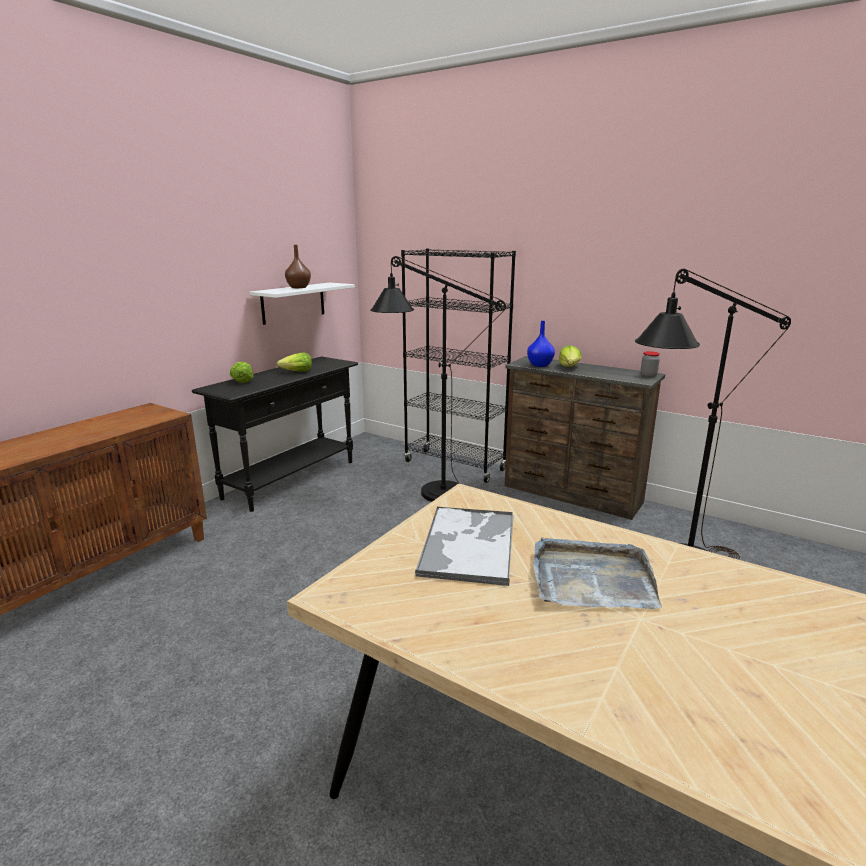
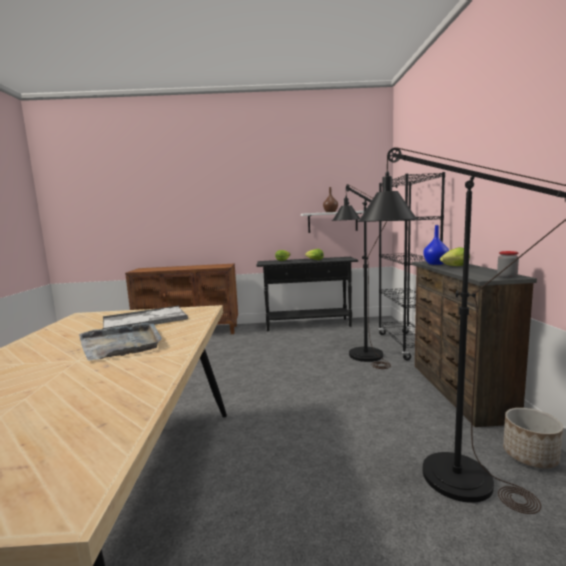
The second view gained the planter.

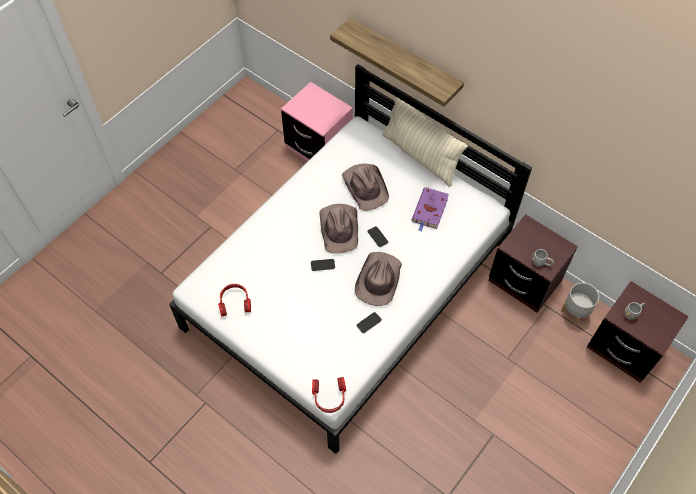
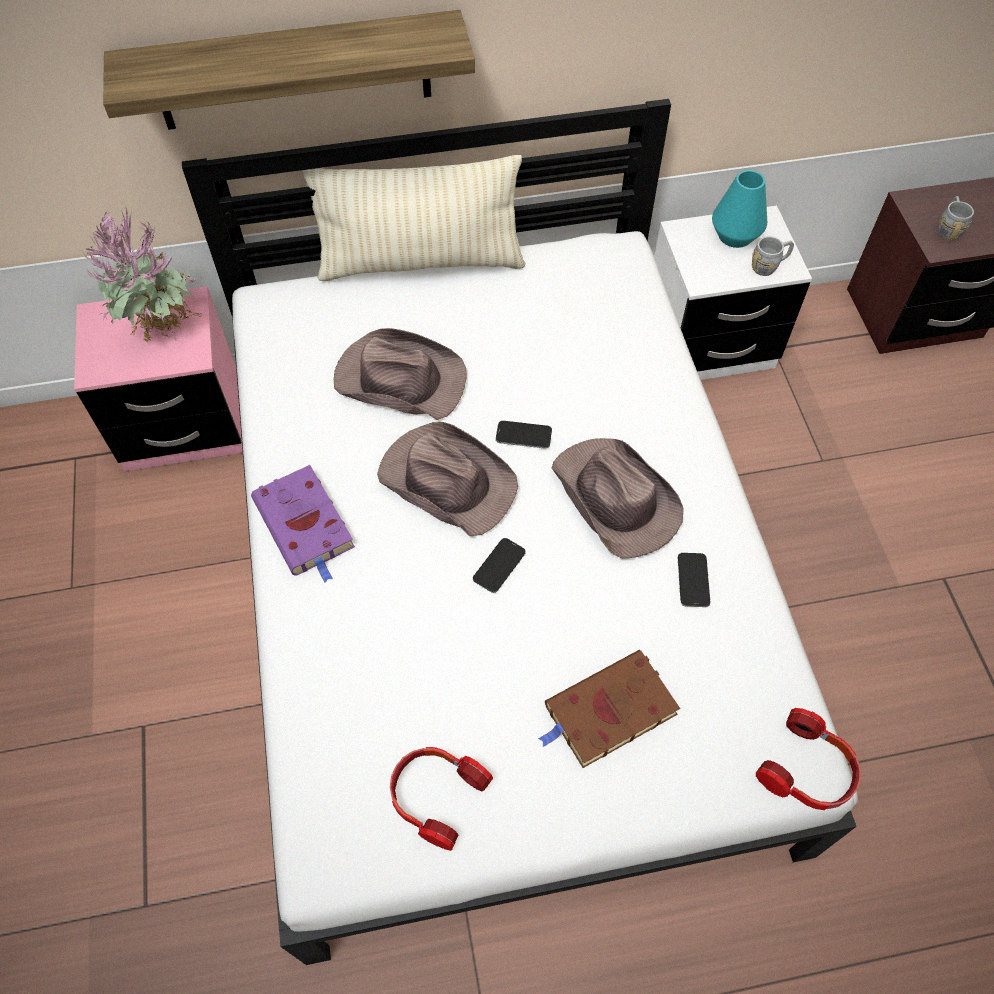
The second view gained the potted plant.
The purple book ended up elsewhere.
The second view gained the brown book.
What was the brown nightstand (1st from left) turned into the white nightstand.
The second view gained the turquoise vase.
The second view lost the grey planter.

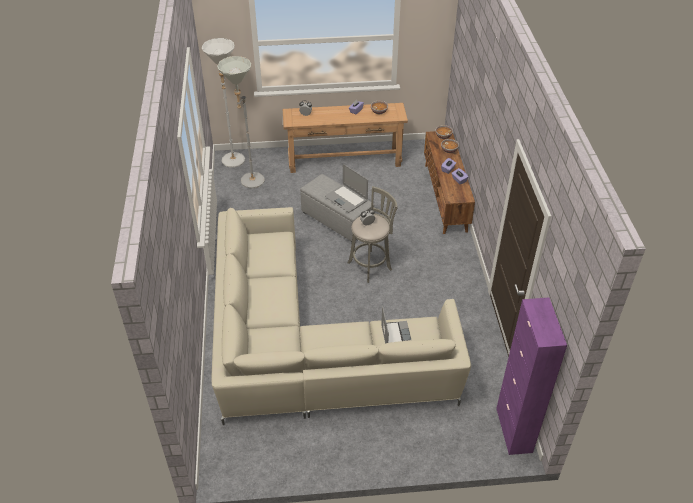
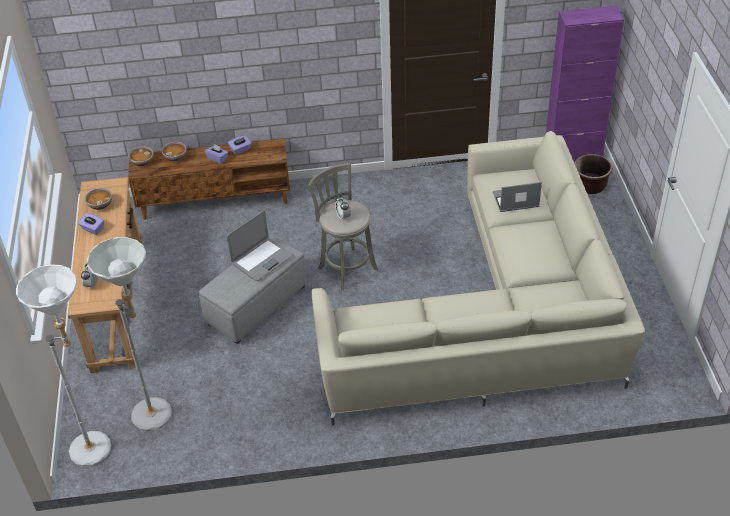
The second view gained the brown planter.

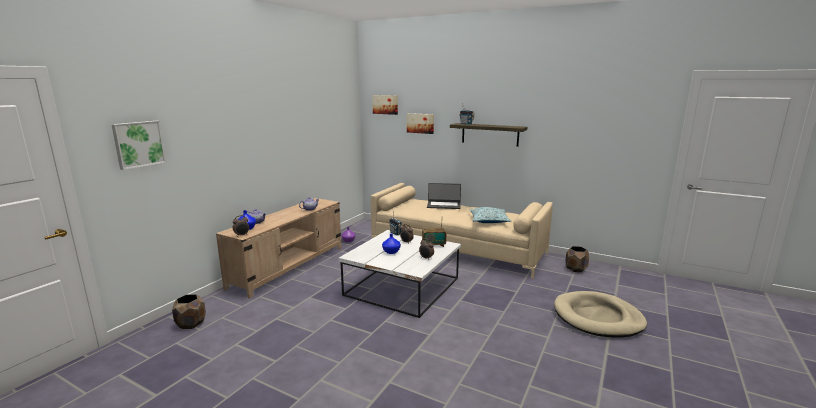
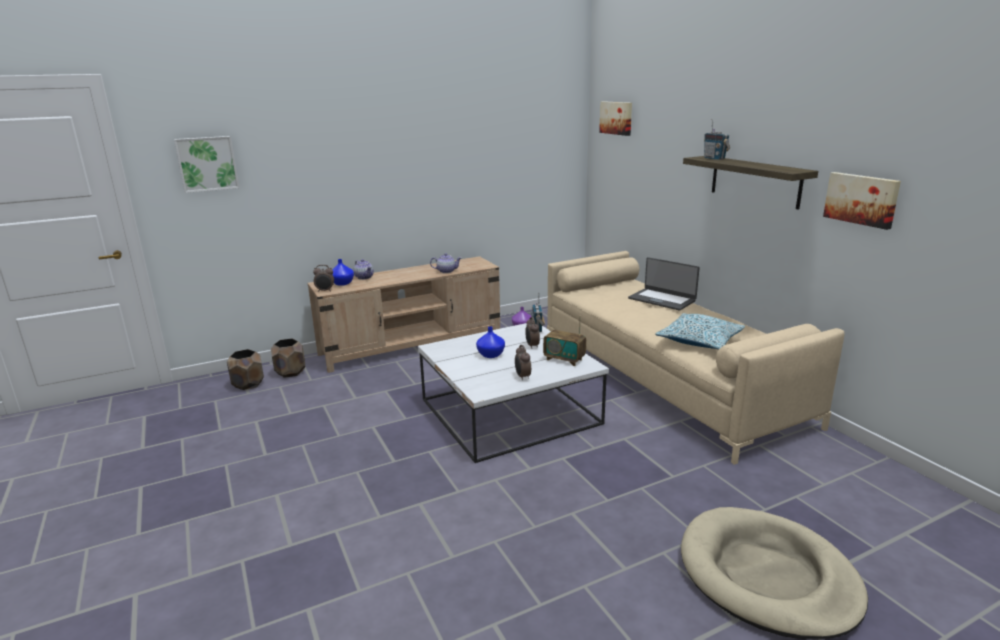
The brown planter (2nd from left) ended up elsewhere.
The picture (3rd from left) ended up elsewhere.

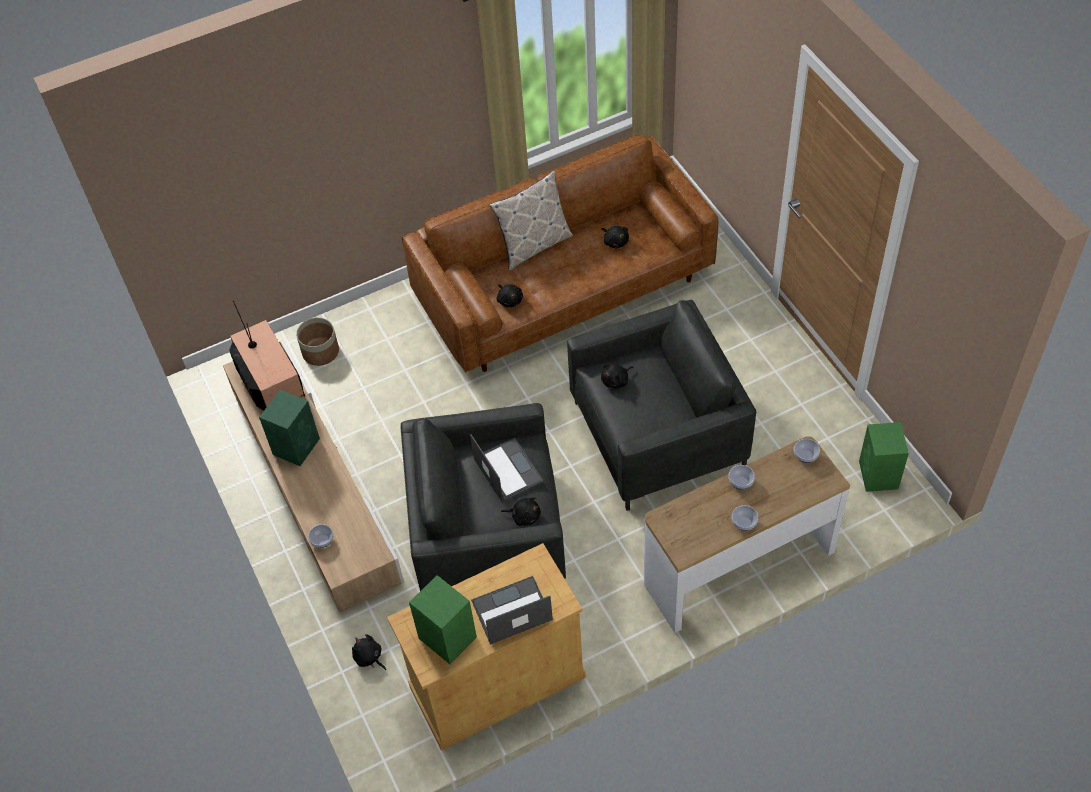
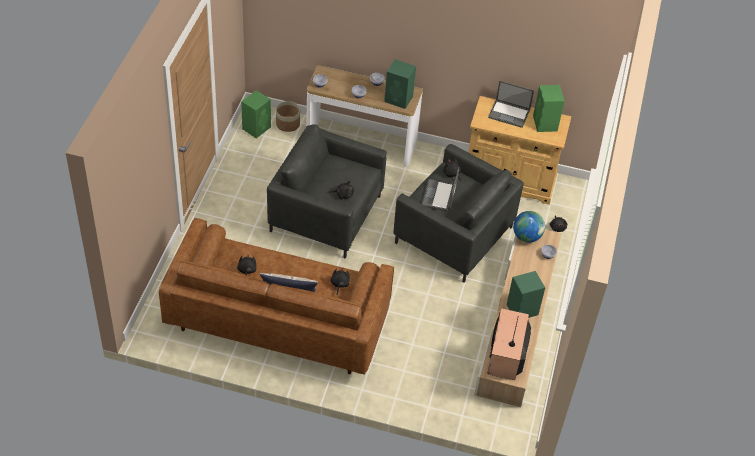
The planter ended up elsewhere.
The second view gained the green speaker (2nd from left).
The second view gained the globe.

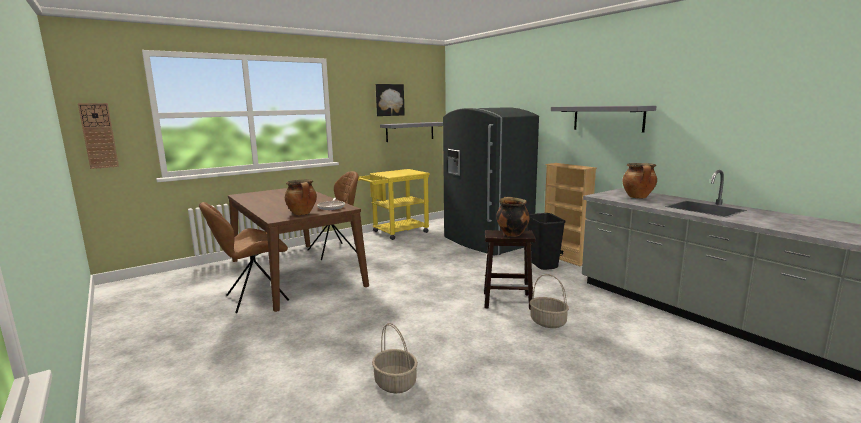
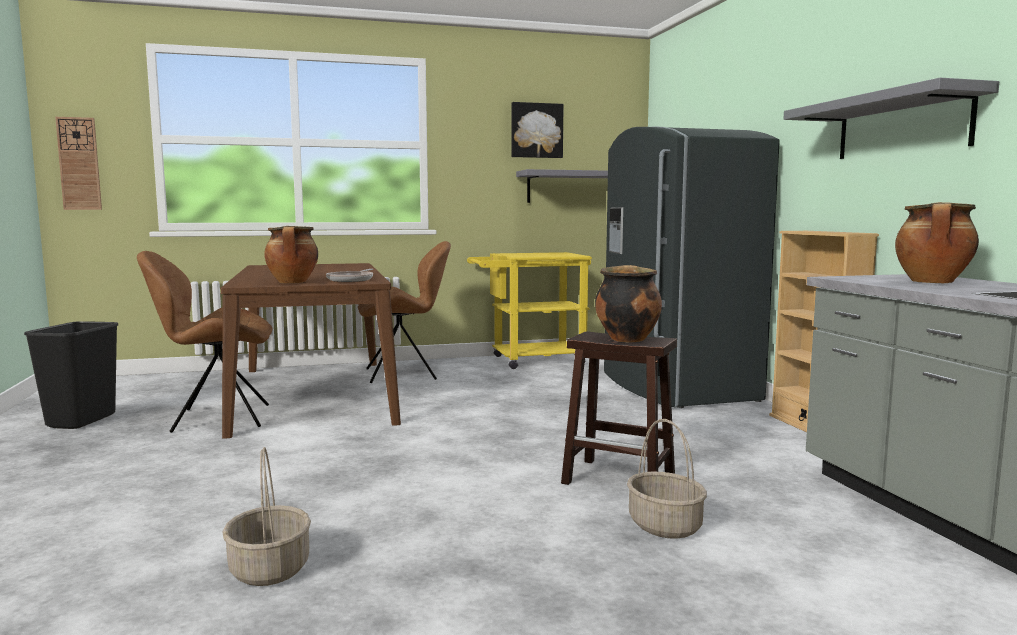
The black trash can ended up elsewhere.

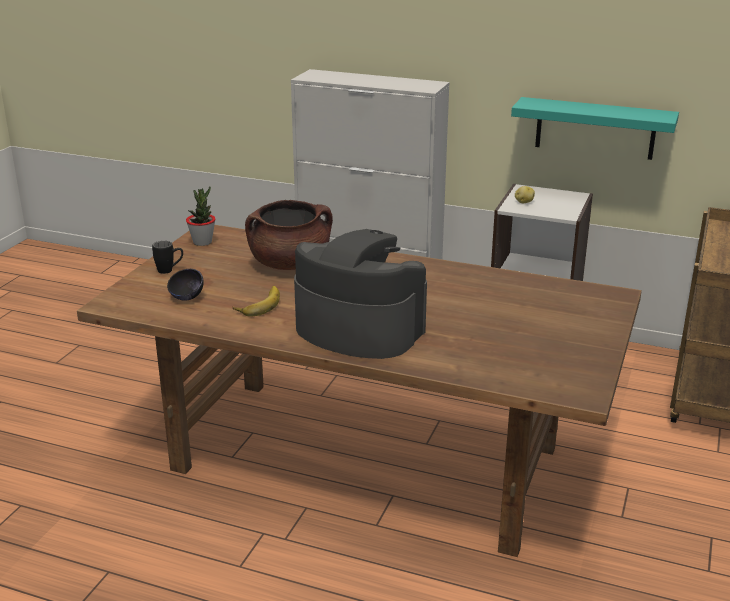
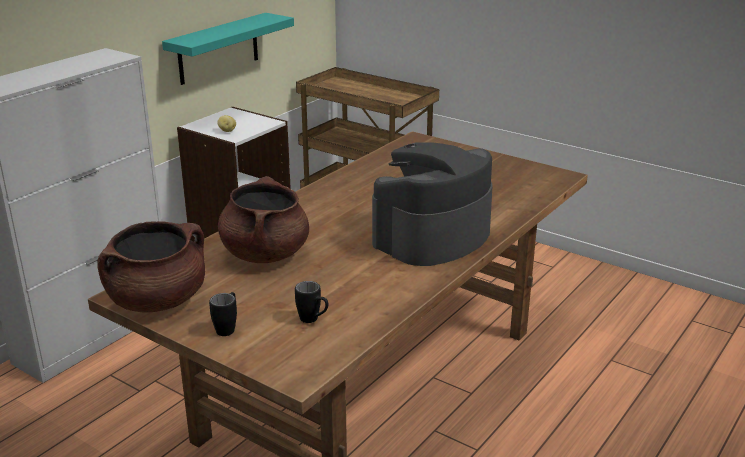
Where the potted plant stood, the brown cooking pot (1st from left) came to stand.
Where the black bowl stood, the black mug (2nd from left) came to stand.
The second view lost the banana.

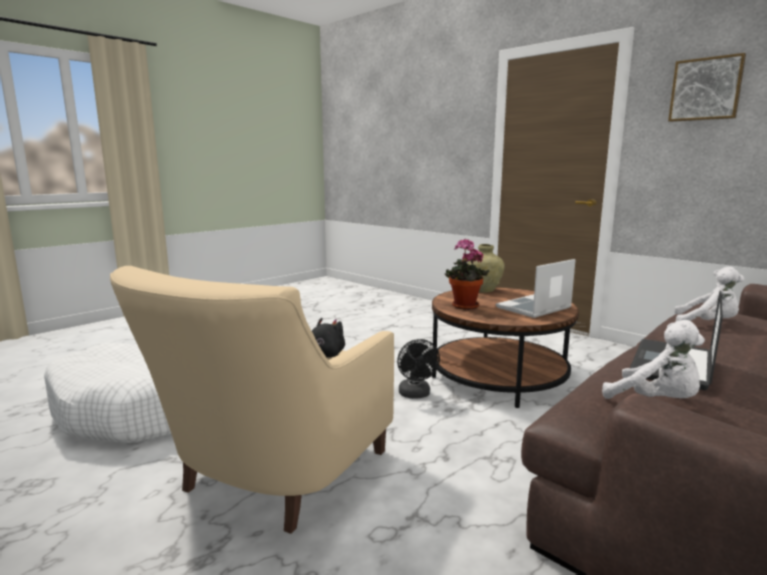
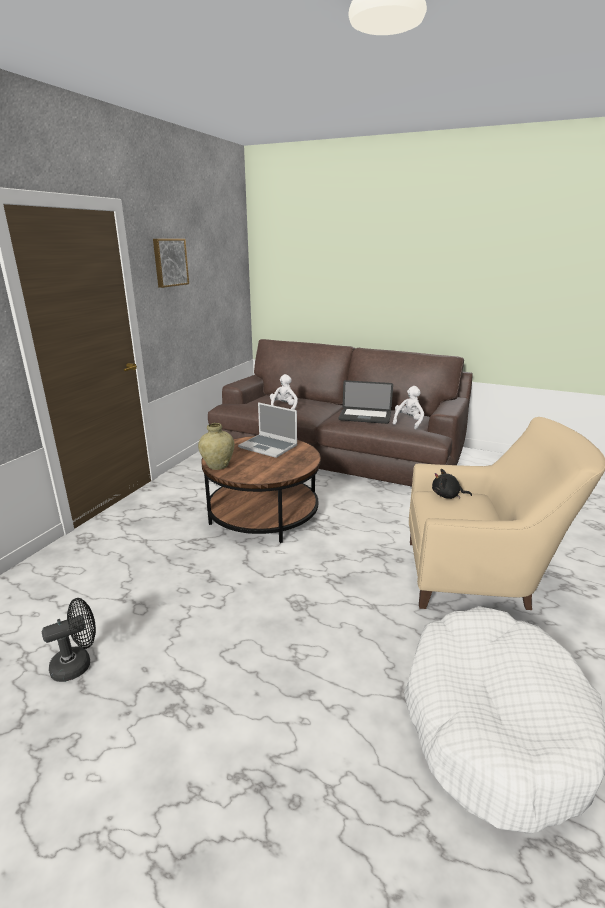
The black fan ended up elsewhere.
The second view lost the potted plant.

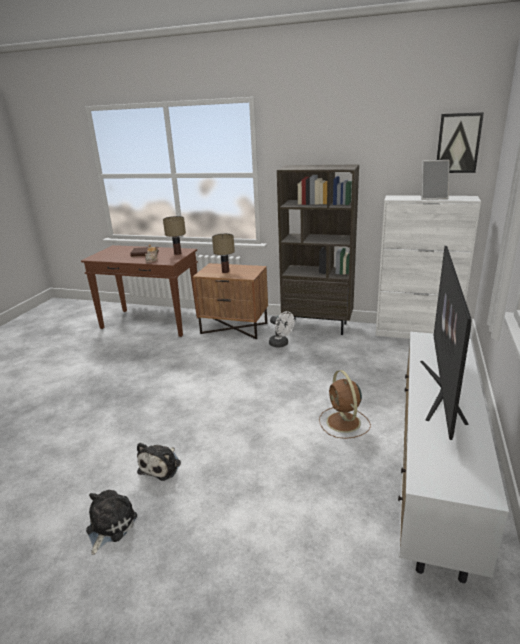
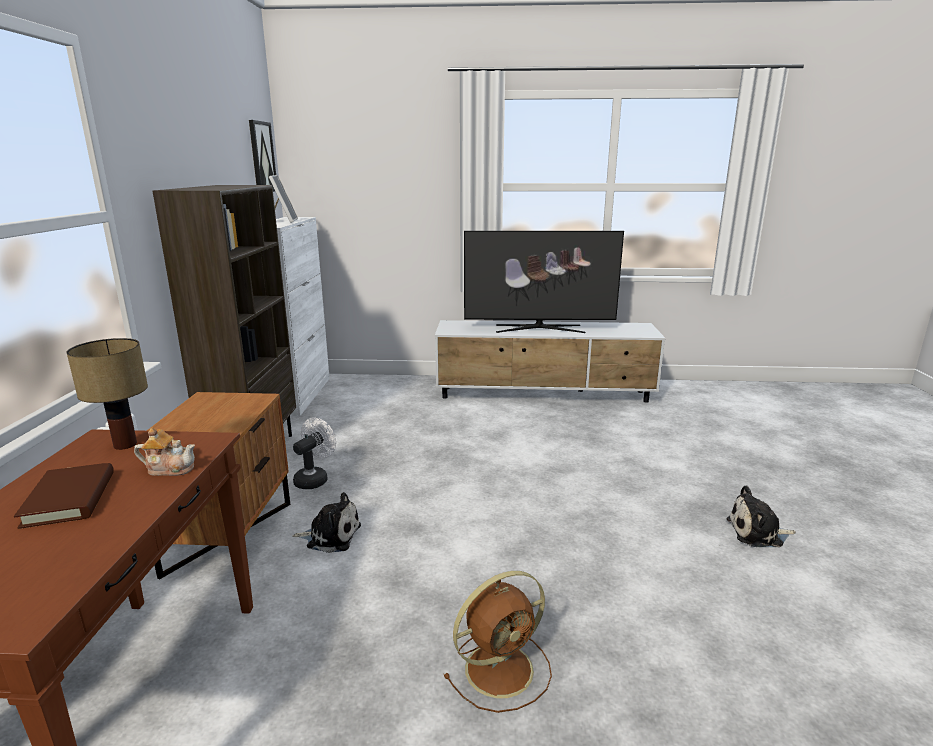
The plush toy (2nd from left in the first image) ended up elsewhere.
The brown fan ended up elsewhere.
The second view lost the table lamp (2nd from left).

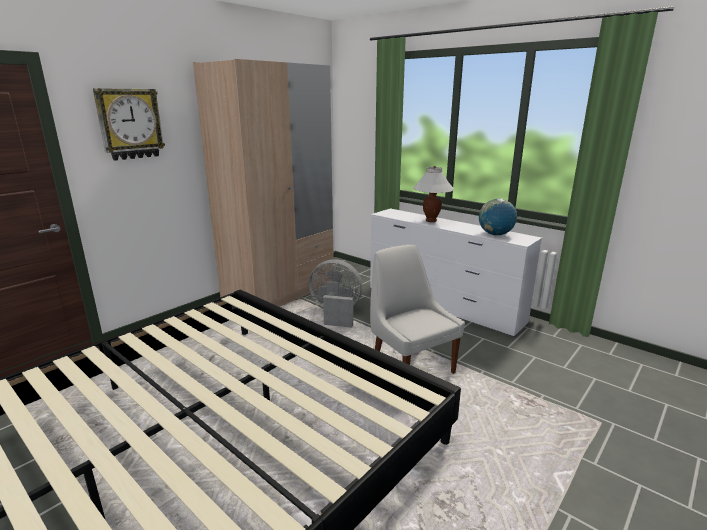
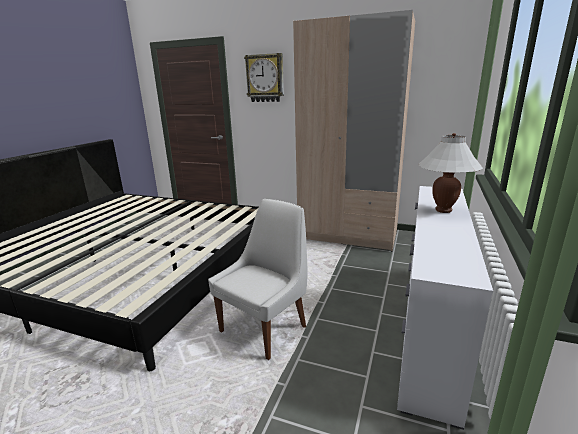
The second view lost the grey fan.
The second view lost the globe.

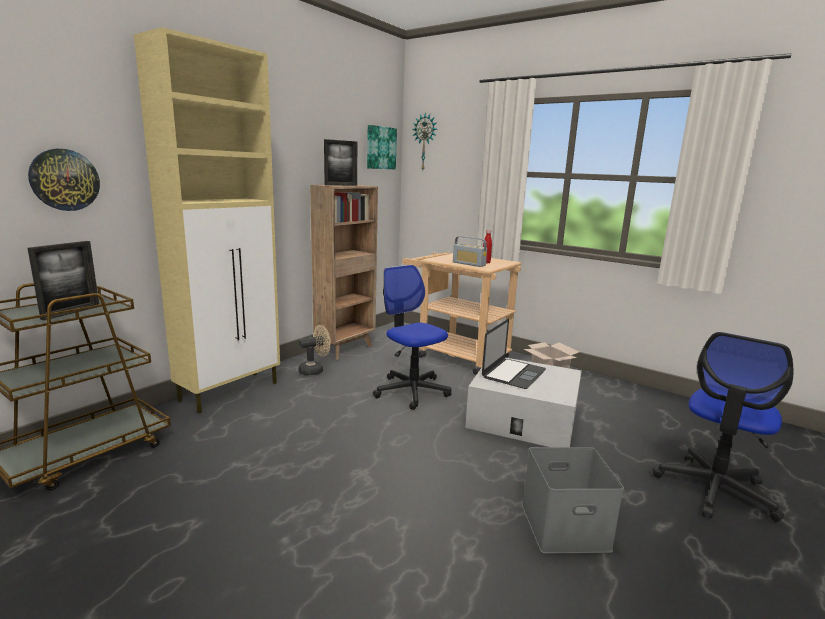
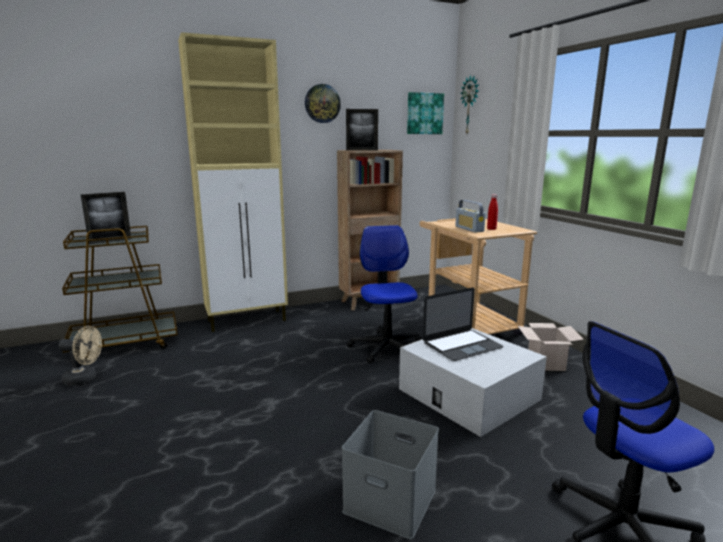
The beige fan ended up elsewhere.
The wall clock (1st from left) ended up elsewhere.

